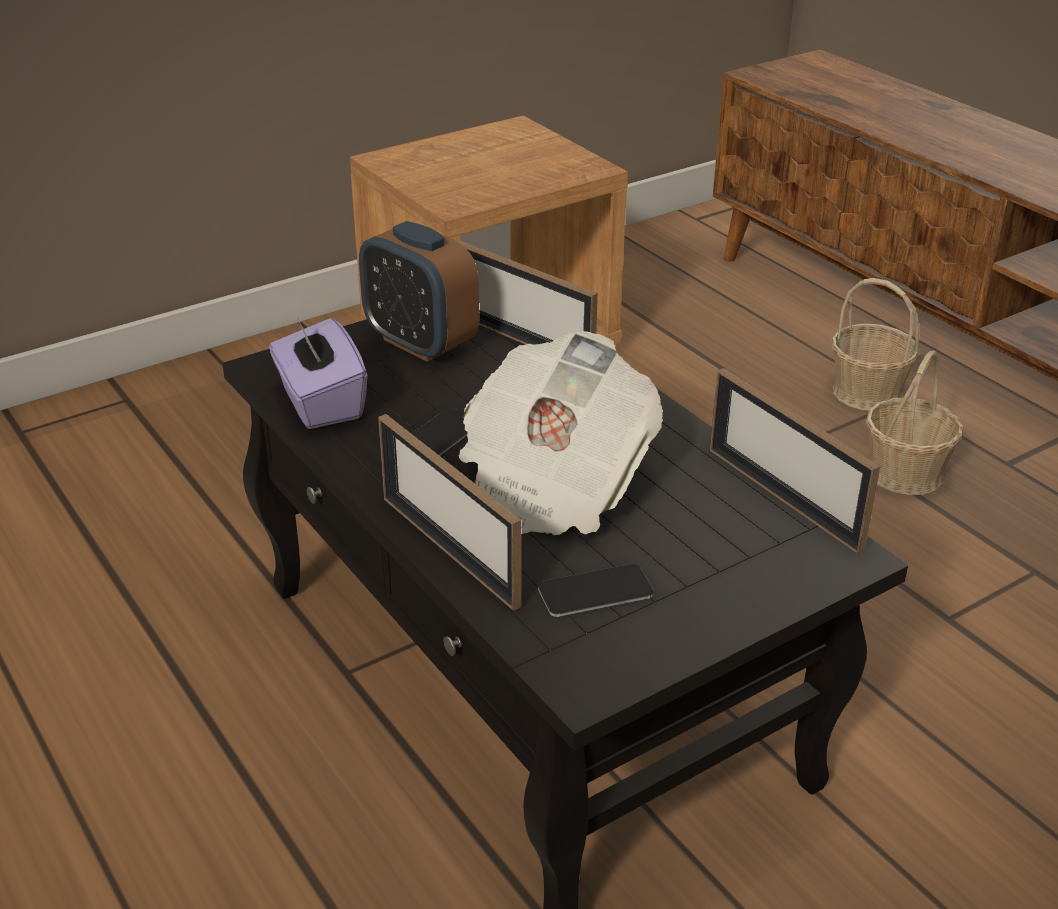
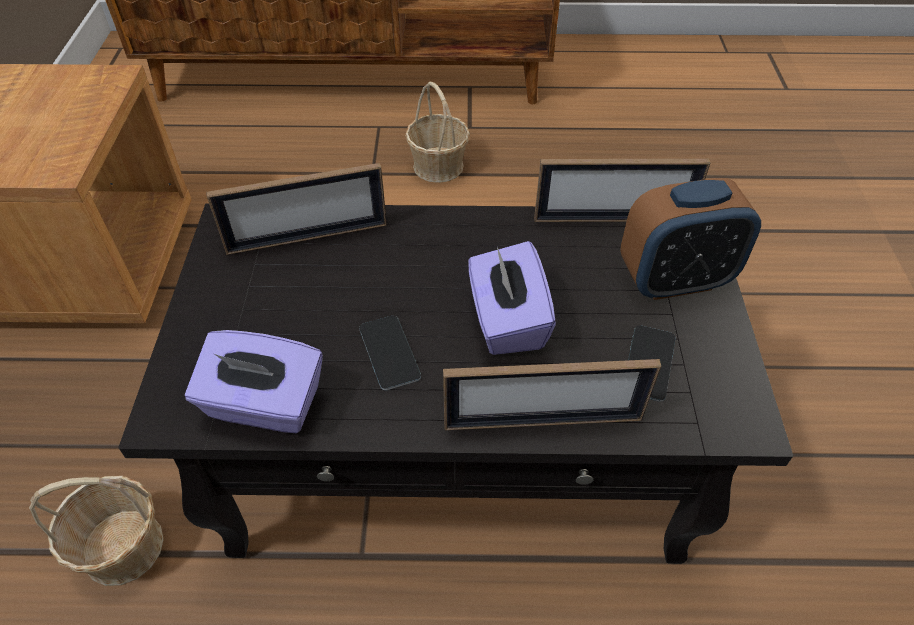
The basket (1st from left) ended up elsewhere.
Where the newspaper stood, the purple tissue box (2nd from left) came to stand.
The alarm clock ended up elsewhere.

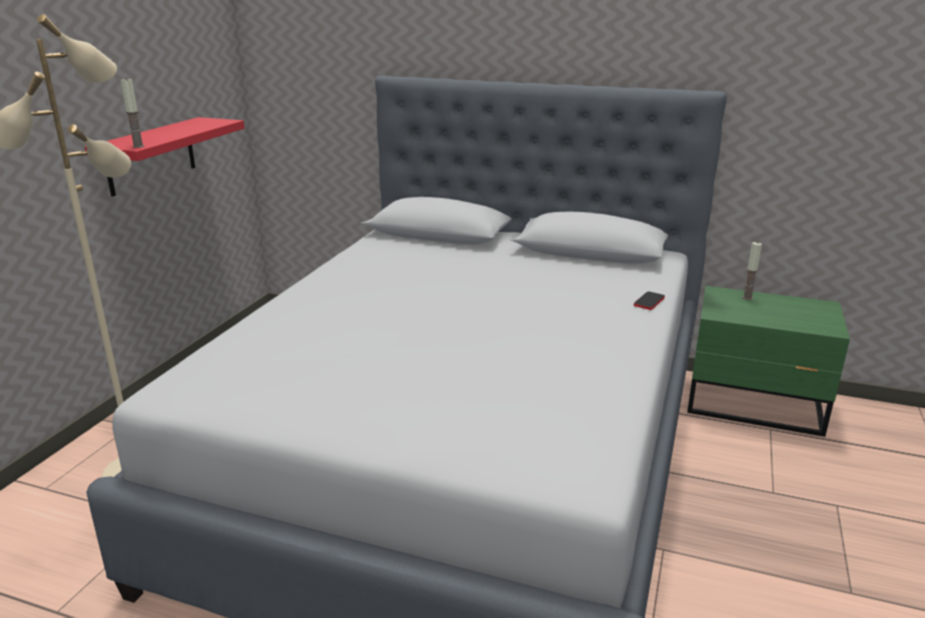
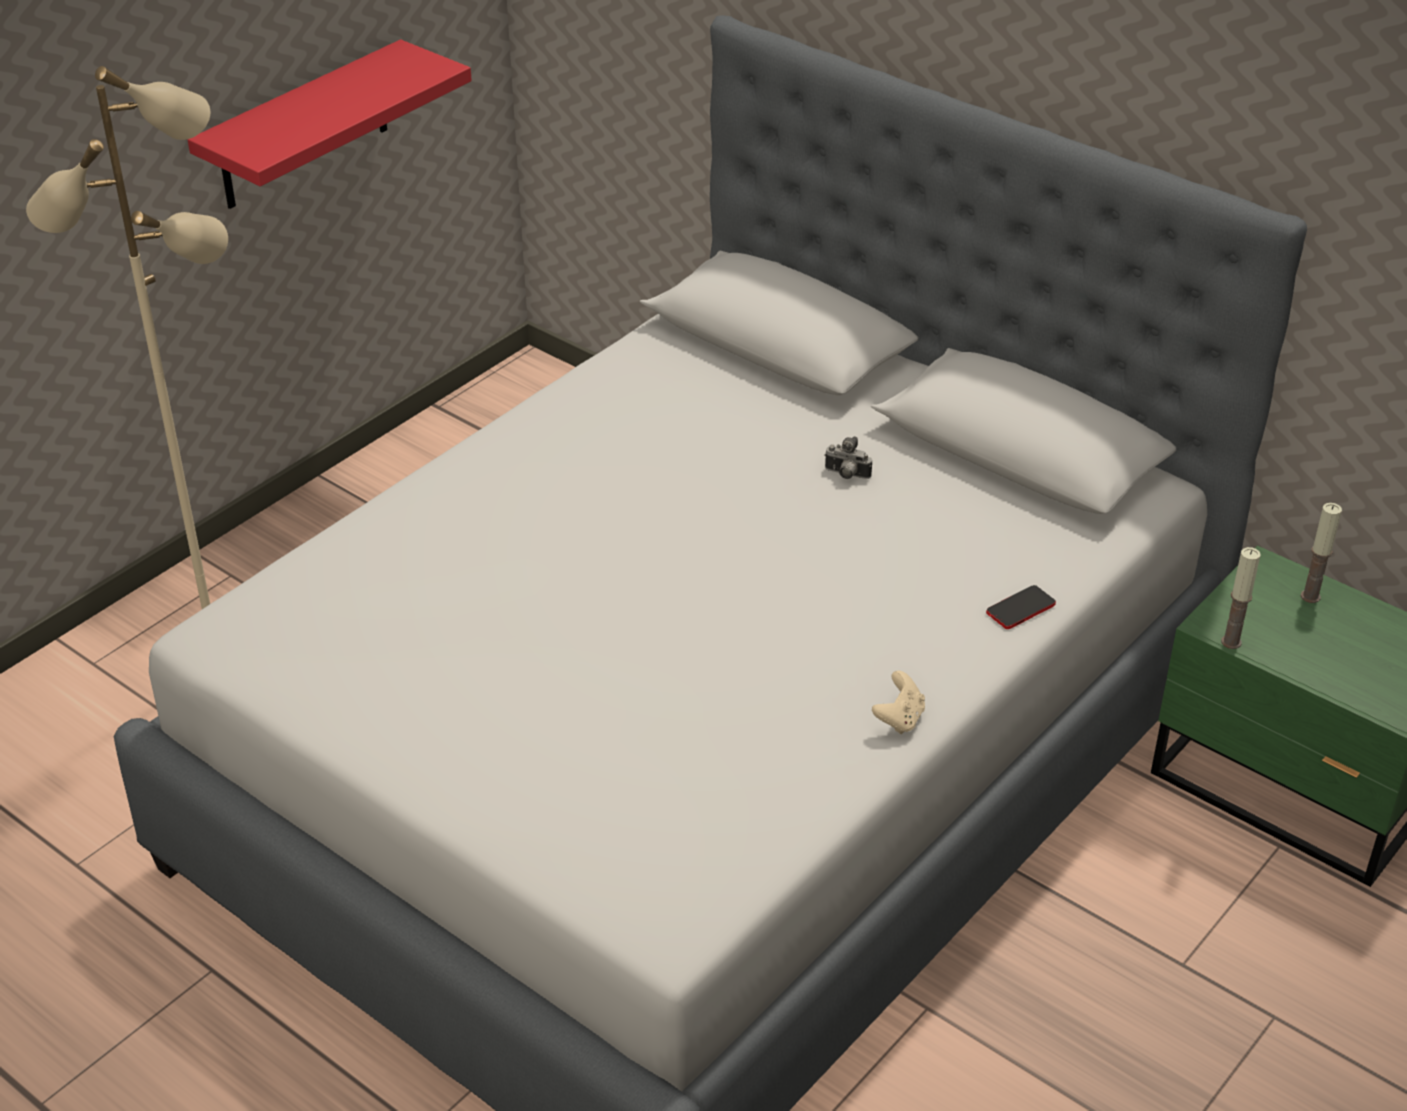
The second view gained the photo camera.
The second view gained the beige game controller.
The candle (1st from left) ended up elsewhere.

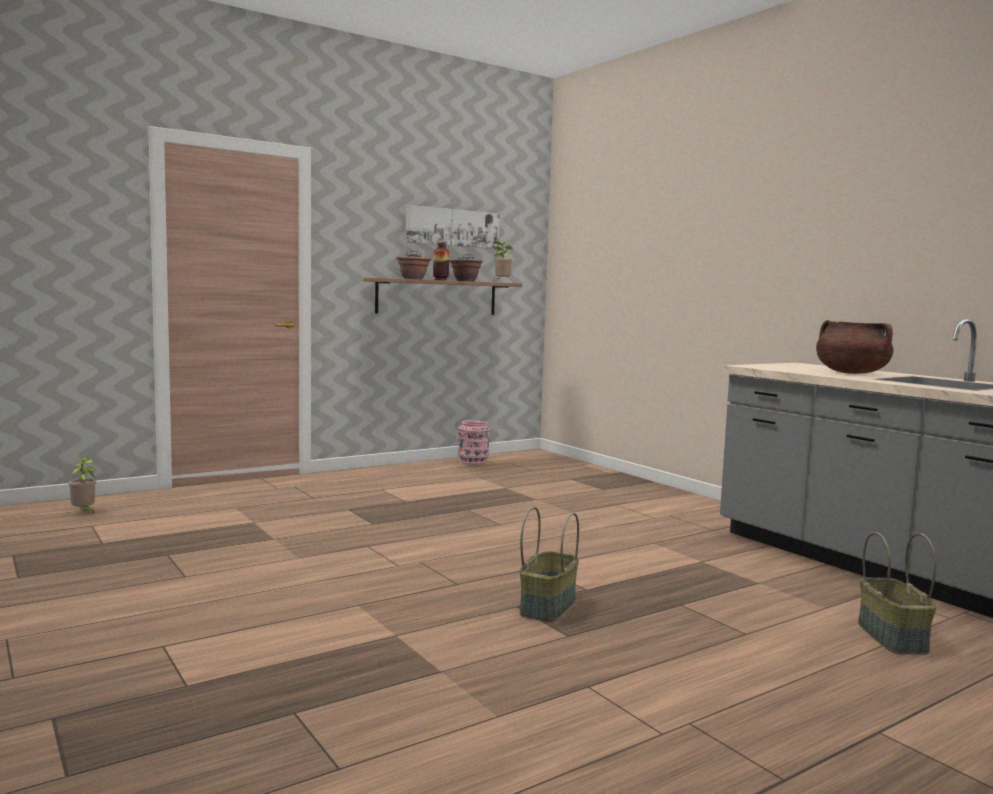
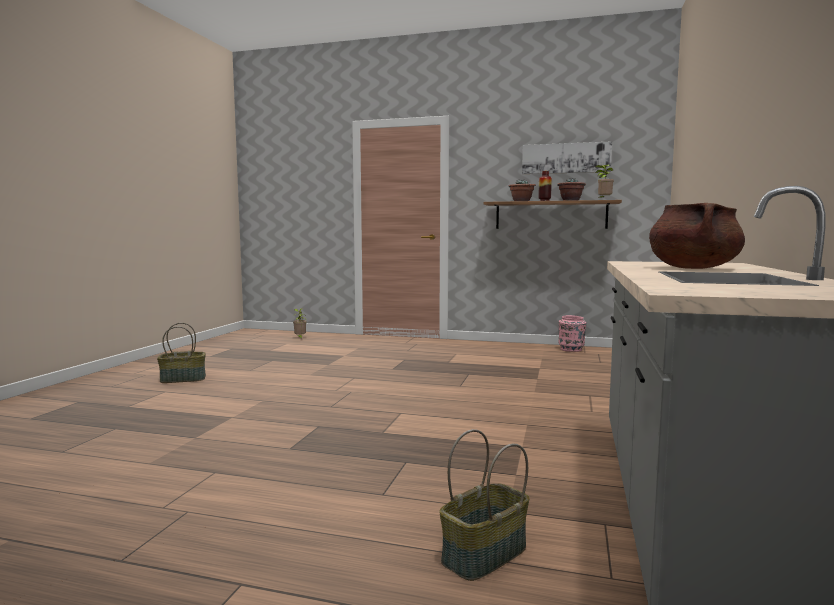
The basket (1st from left) ended up elsewhere.

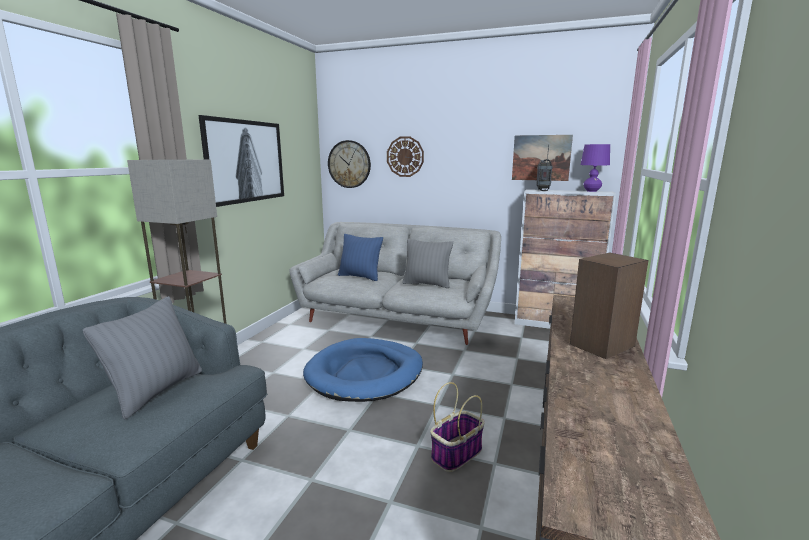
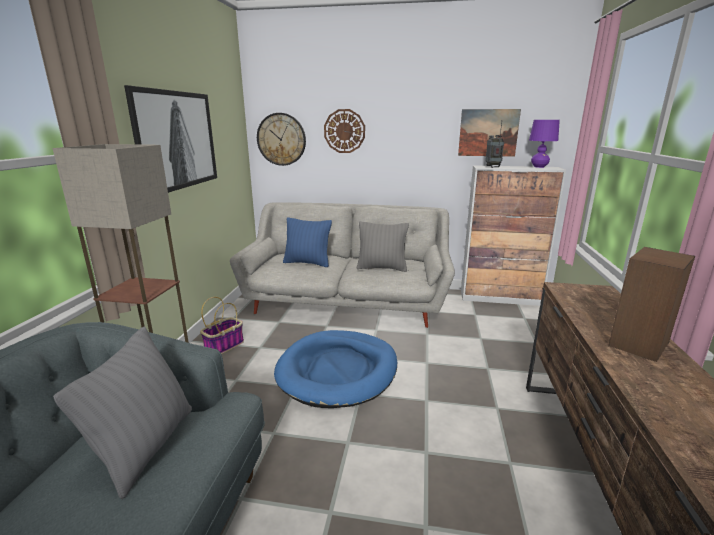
The basket ended up elsewhere.

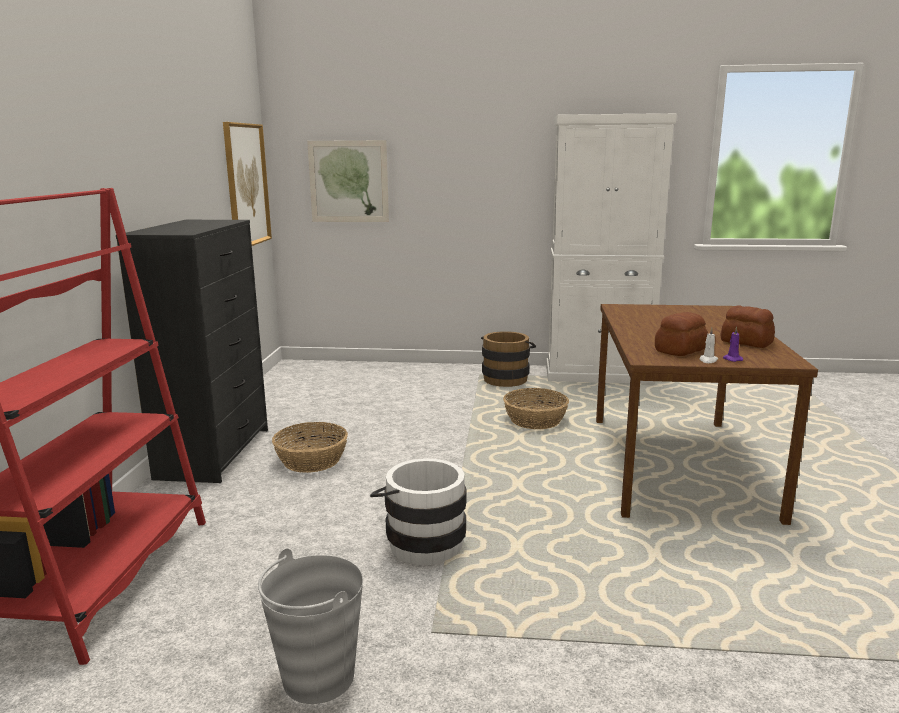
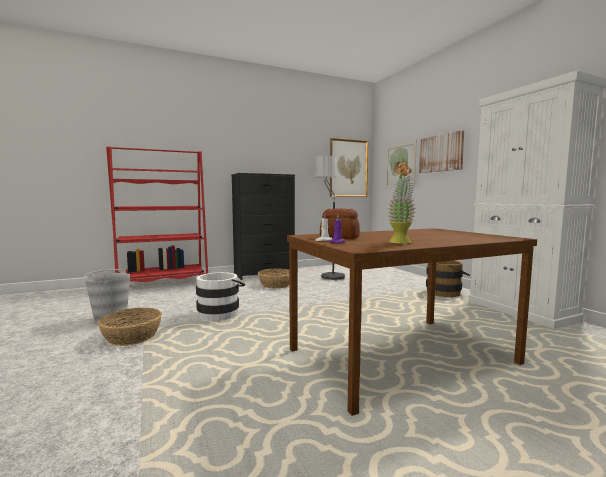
The basket (2nd from left in the first image) ended up elsewhere.
The second view gained the floor lamp.
Where the bread (2nd from left) stood, the potted plant came to stand.
The second view gained the picture (3rd from left).

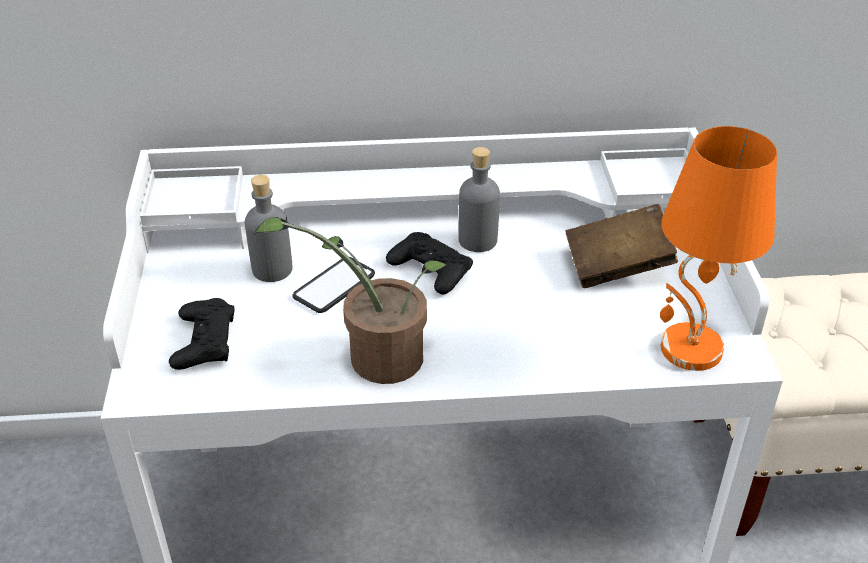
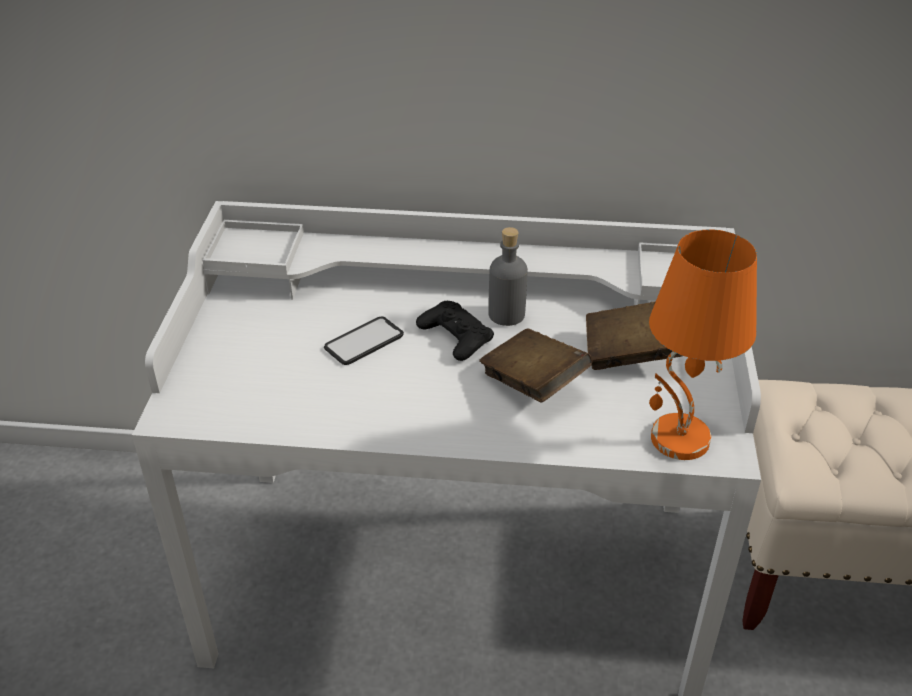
The second view gained the brown book (1st from left).
The second view lost the black game controller (1st from left).
The second view lost the grey bottle (1st from left).
The second view lost the potted plant.

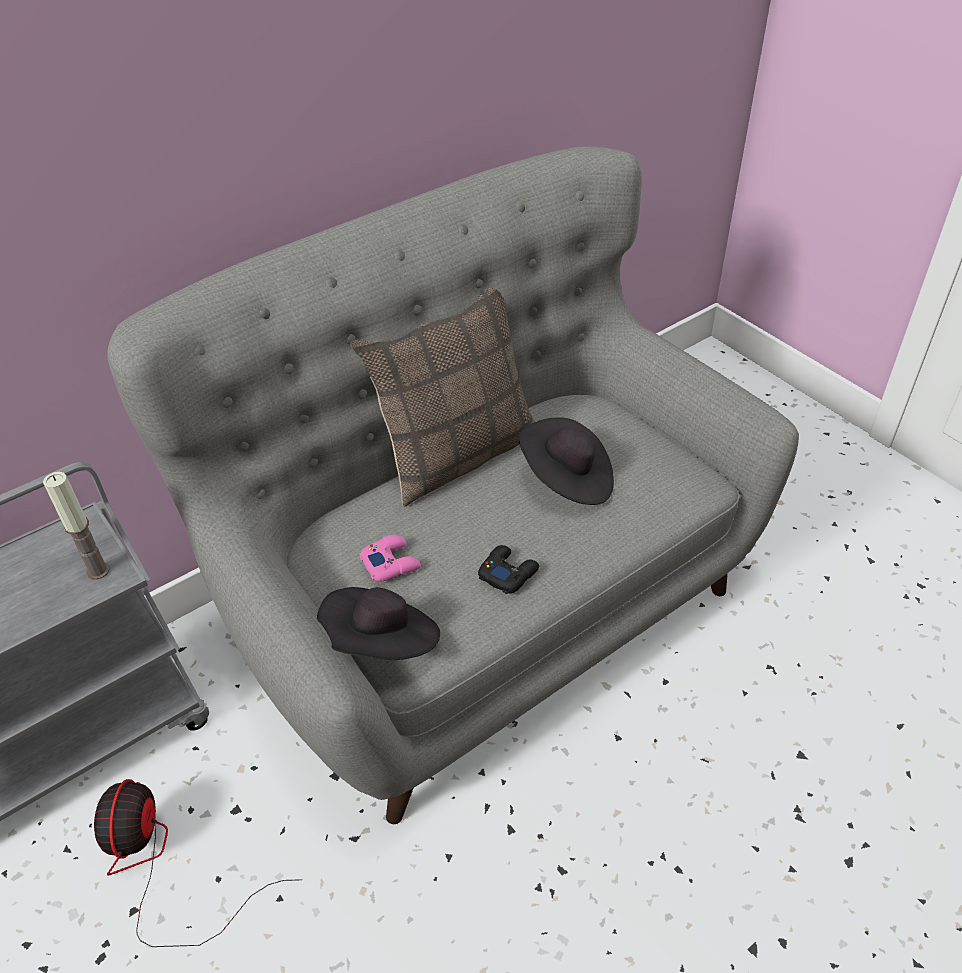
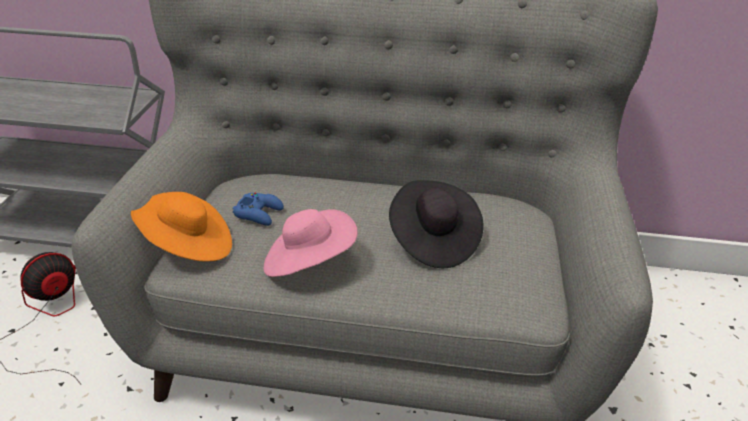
What was the black hat (1st from left) turned into the orange hat.
What was the pink game controller turned into the blue game controller.
Where the black game controller stood, the pink hat came to stand.
The second view lost the candle.
The second view lost the pillow.

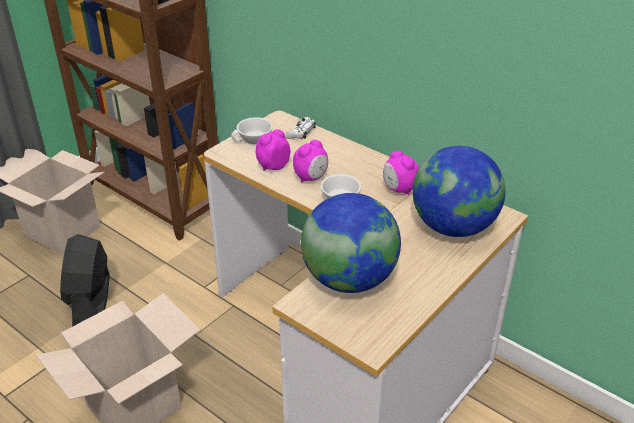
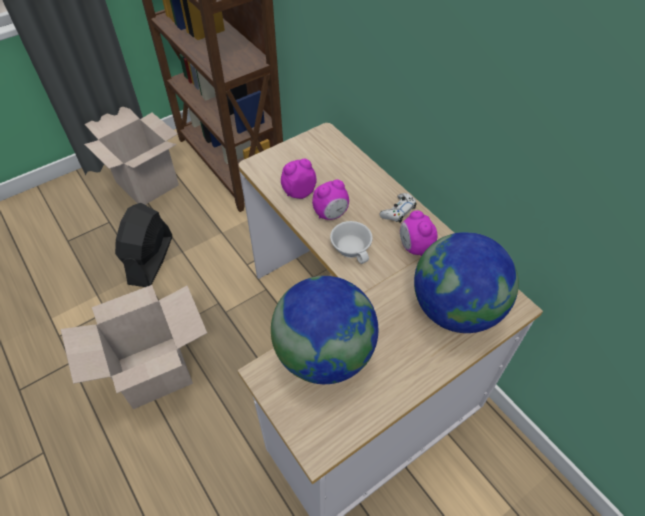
The white game controller ended up elsewhere.
The second view lost the white cup (1st from left).

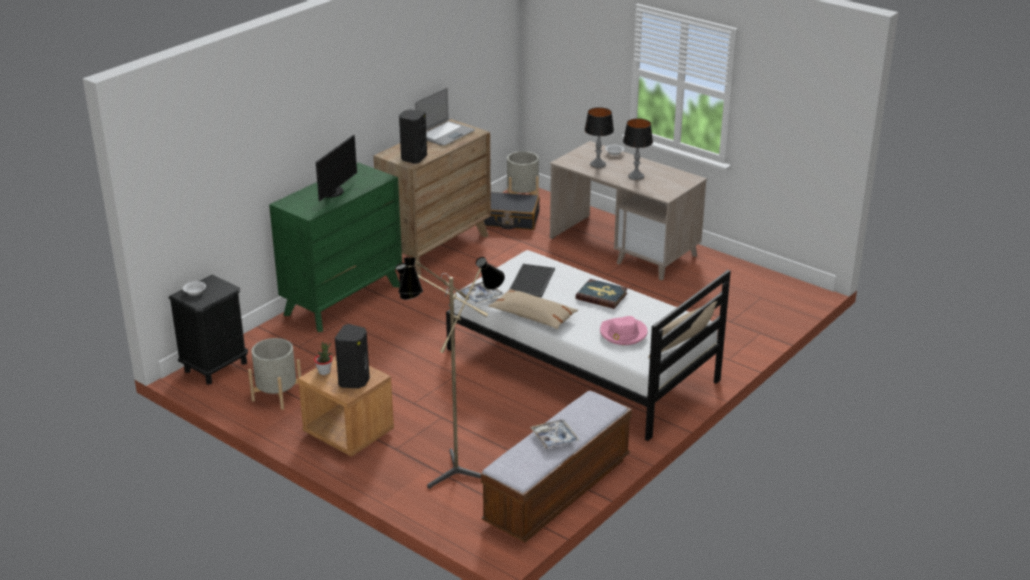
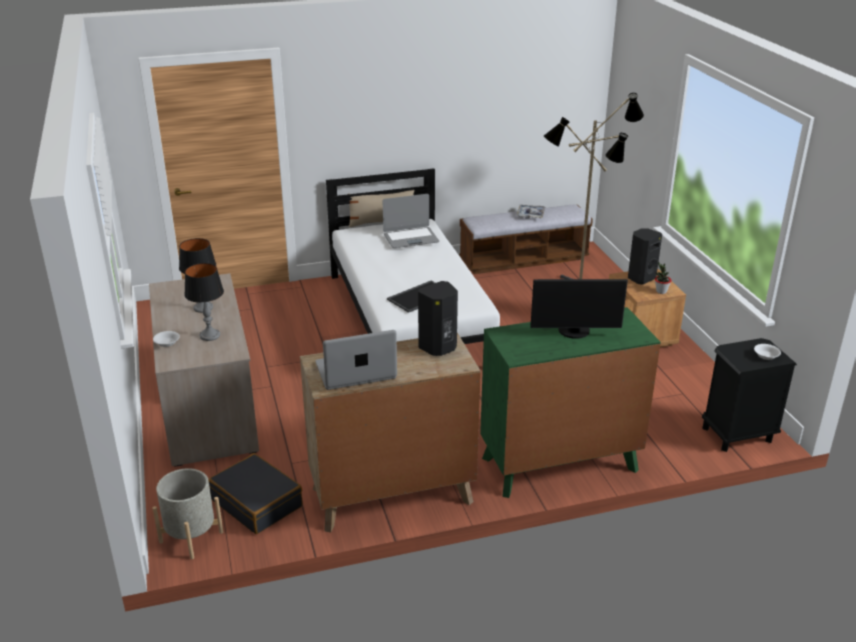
Where the pink hat stood, the laptop (2nd from left) came to stand.
The monitor ended up facing another way, 150 degrees counterclockwise from before.
The second view lost the grey planter (1st from left).
The second view lost the tray (1st from left).
The second view lost the beige pillow (1st from left).
The second view lost the book.

